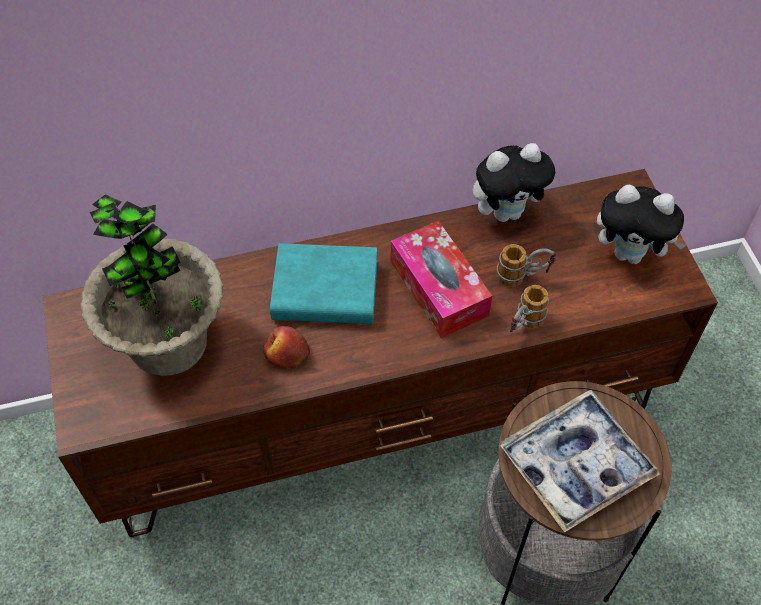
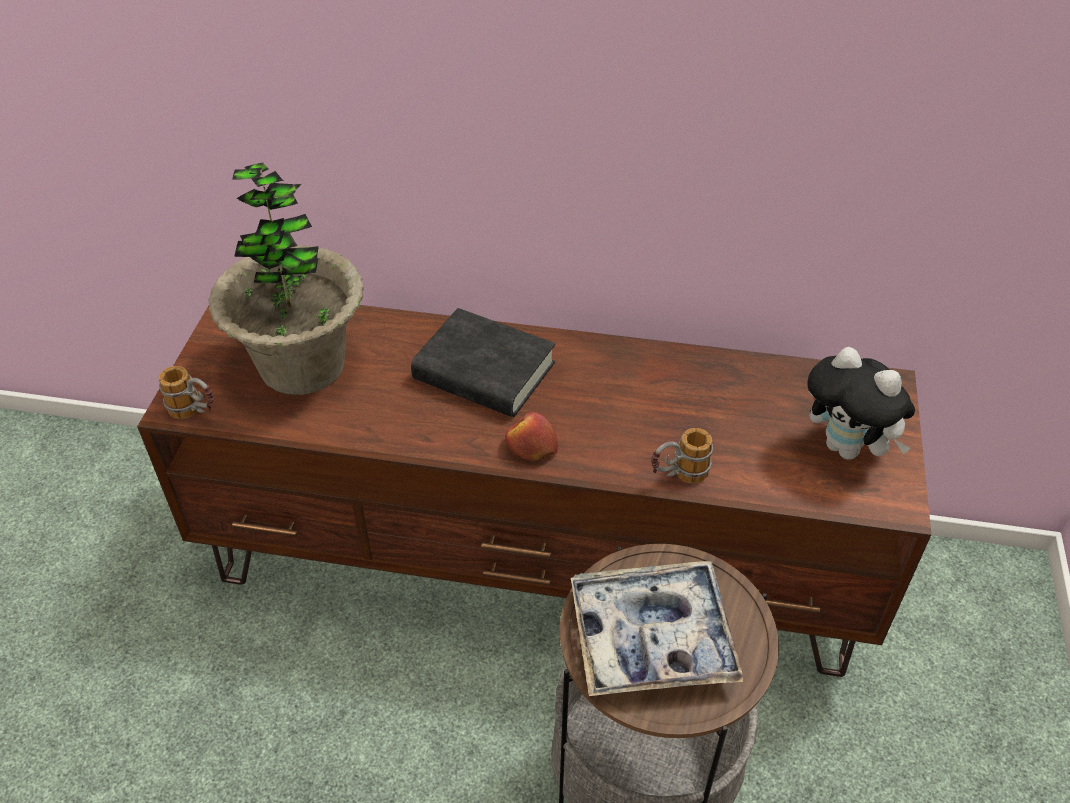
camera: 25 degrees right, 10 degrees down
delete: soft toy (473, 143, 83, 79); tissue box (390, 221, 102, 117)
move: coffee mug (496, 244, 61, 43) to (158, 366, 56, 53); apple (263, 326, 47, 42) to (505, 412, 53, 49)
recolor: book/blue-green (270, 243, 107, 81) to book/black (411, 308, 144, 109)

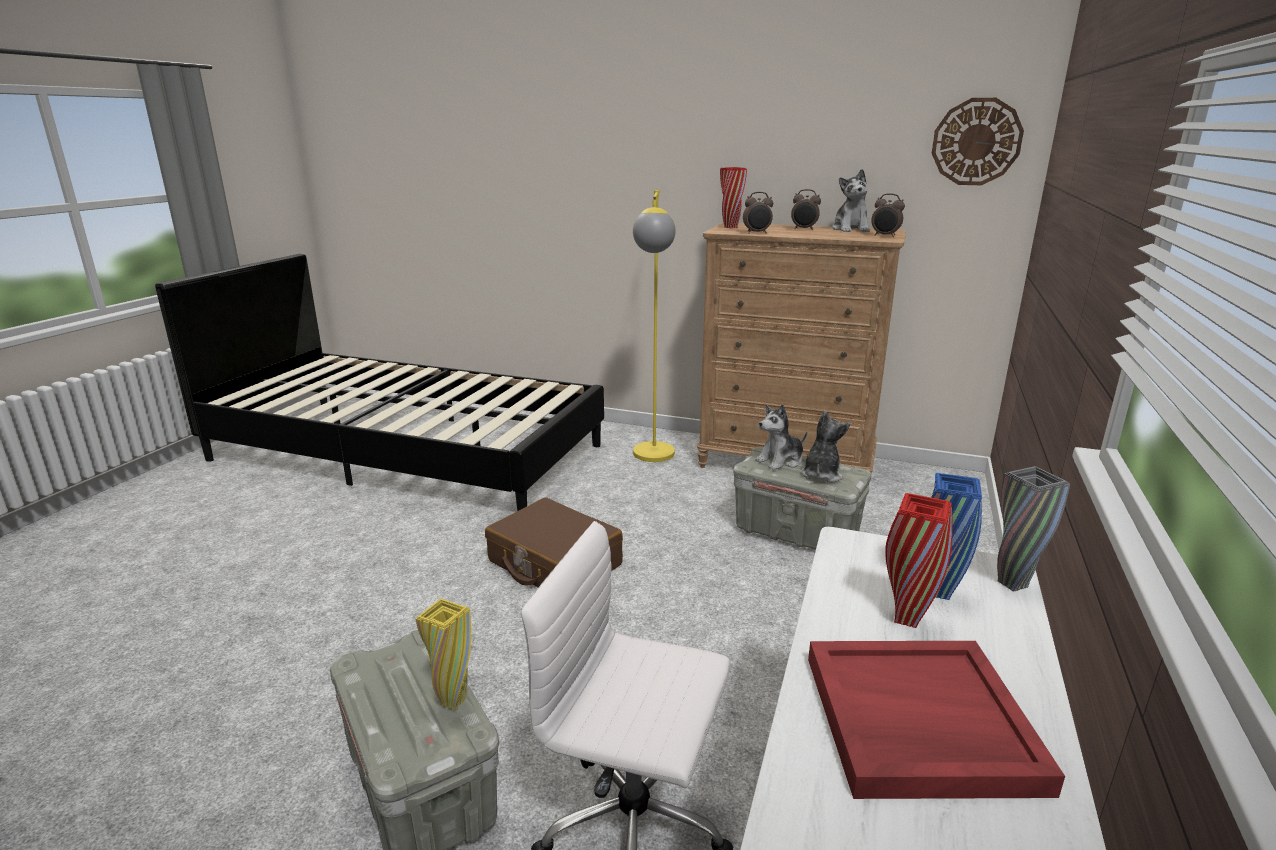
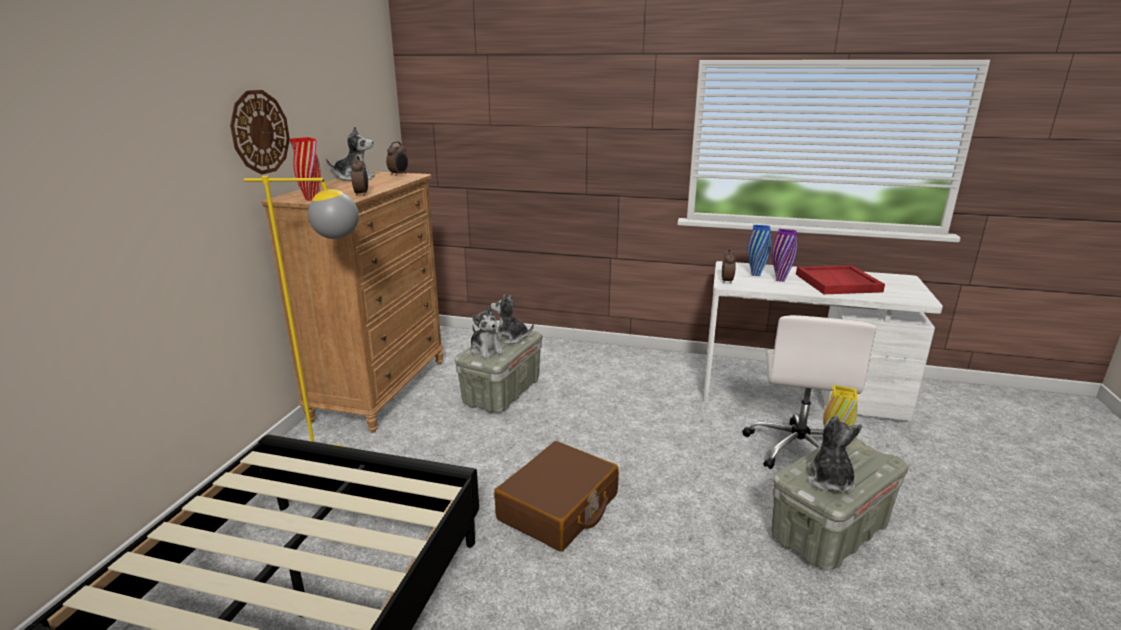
camera: 95 degrees left, 0 degrees up
delete: vase/greyish (997, 466, 73, 126)
insert: soft toy (807, 415, 55, 77)
move: clock on the wall (932, 98, 92, 87) to (230, 90, 60, 84); alarm clock (791, 189, 30, 41) to (722, 249, 14, 35)
recolor: vase/reddish (885, 493, 68, 135) to vase/purple (772, 229, 25, 53)

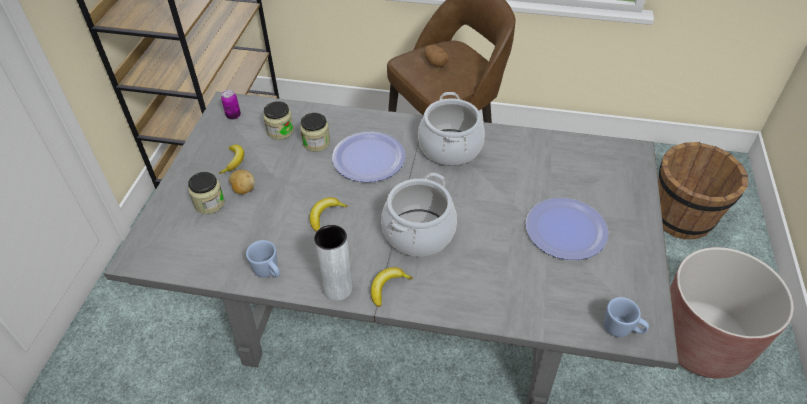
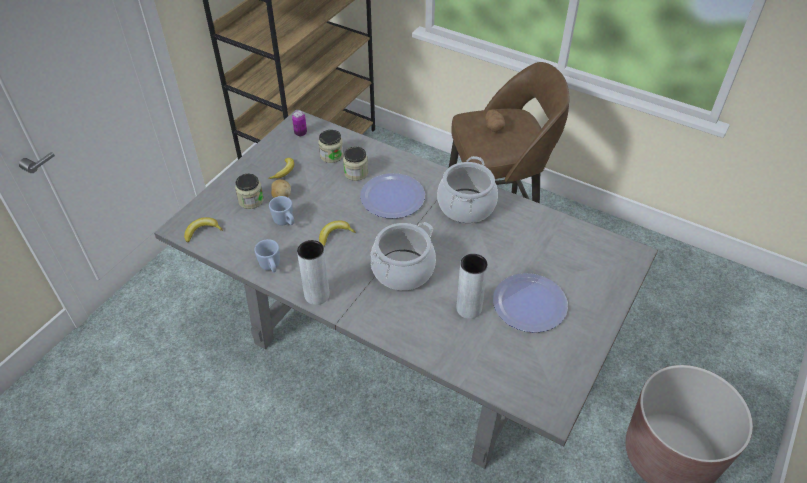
camera: 20 degrees right, 0 degrees up
delete: bucket/brown-coloured (658, 142, 90, 98)
insert: vase/greyish (456, 254, 32, 65)
move: whole banana (371, 267, 42, 40) to (184, 217, 39, 25); coffee mug/blue (604, 297, 45, 40) to (269, 196, 25, 29)

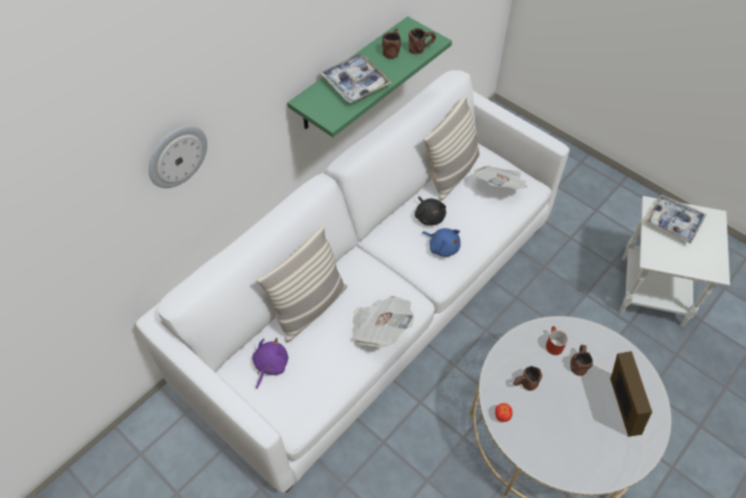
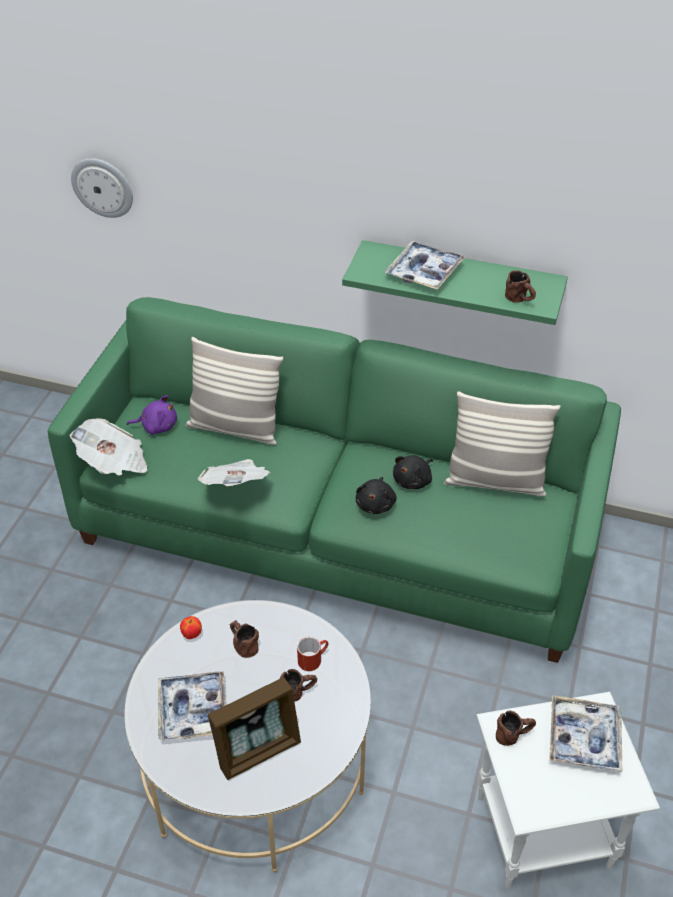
camera: 65 degrees right, 10 degrees down
insert: serving tray (158, 671, 68, 70)
move: coffee mug/brown-coloured (382, 28, 19, 31) to (496, 711, 40, 35); clock on the wall (149, 126, 58, 62) to (71, 159, 62, 59); printed paper (474, 165, 53, 25) to (69, 418, 79, 58)
recolor: sofa/white-coloured (136, 70, 434, 423) to sofa/green (48, 297, 573, 366); soft toy/blue (422, 228, 39, 29) to soft toy/black (356, 477, 41, 37)

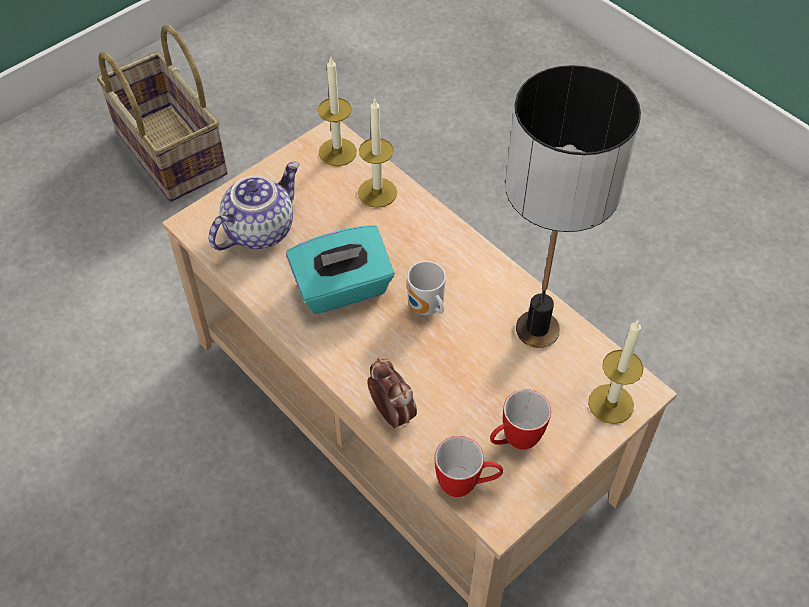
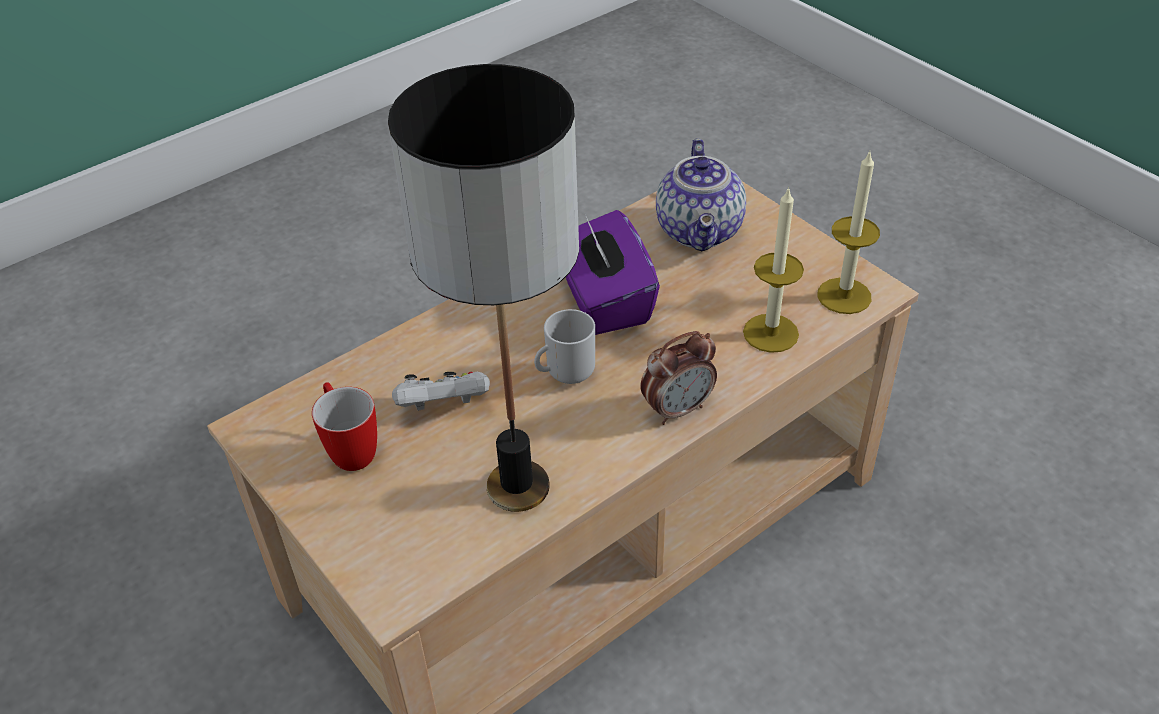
camera: 95 degrees right, 10 degrees down
delete: basket (97, 26, 131, 176); wax candle (588, 320, 56, 104); coffee mug (435, 436, 68, 61)
insert: joypad/white-coloured (392, 371, 98, 40)
move: alarm clock (367, 358, 50, 71) to (640, 331, 77, 94)
recolor: tissue box/blue-green (286, 225, 109, 89) to tissue box/purple (566, 210, 94, 125)
rotate: teapot (208, 162, 92, 88) = (656, 139, 90, 112) 45 degrees clockwise

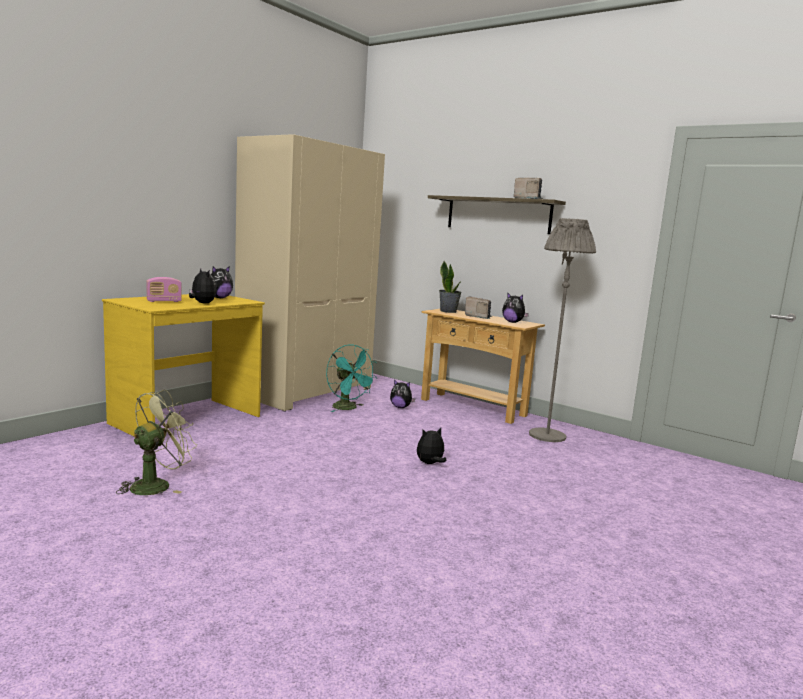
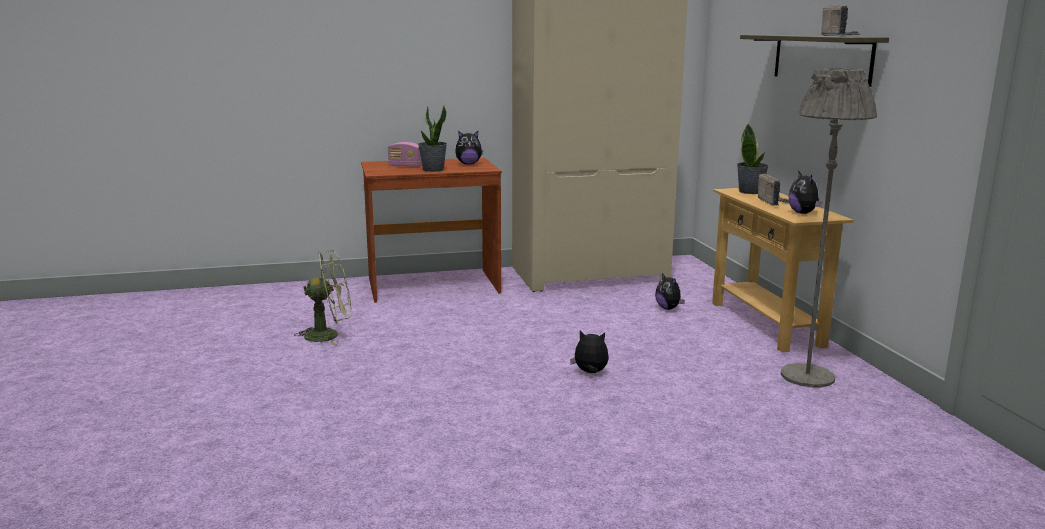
camera: 40 degrees right, 5 degrees up
delete: fan/blue-green (326, 344, 51, 68)
replace: soft toy (189, 268, 28, 36) to houseplant (418, 105, 29, 67)
recolor: desk unit/yellowish (102, 294, 163, 142) to desk unit/brown-coloured (361, 158, 141, 145)

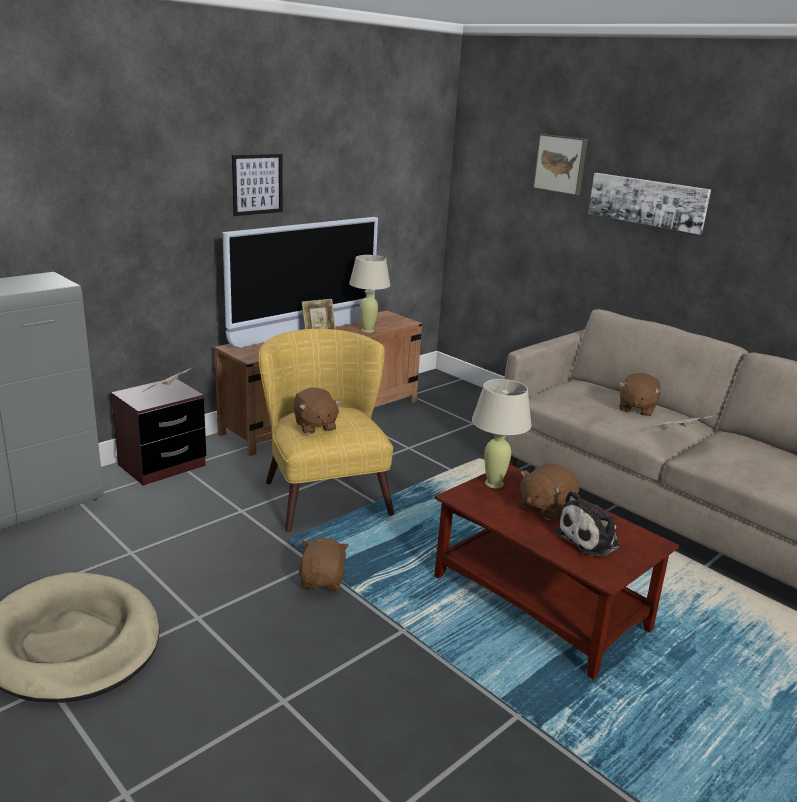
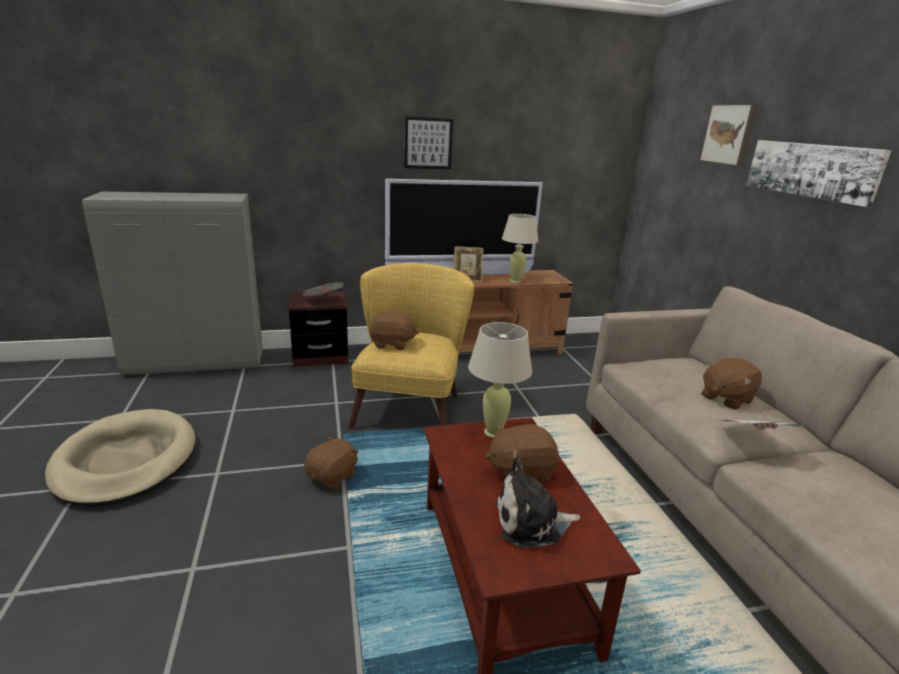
camera: 30 degrees right, 0 degrees up
rotate: soft toy/brown-coloured (293, 387, 48, 47) = (369, 312, 50, 38) 90 degrees counterclockwise

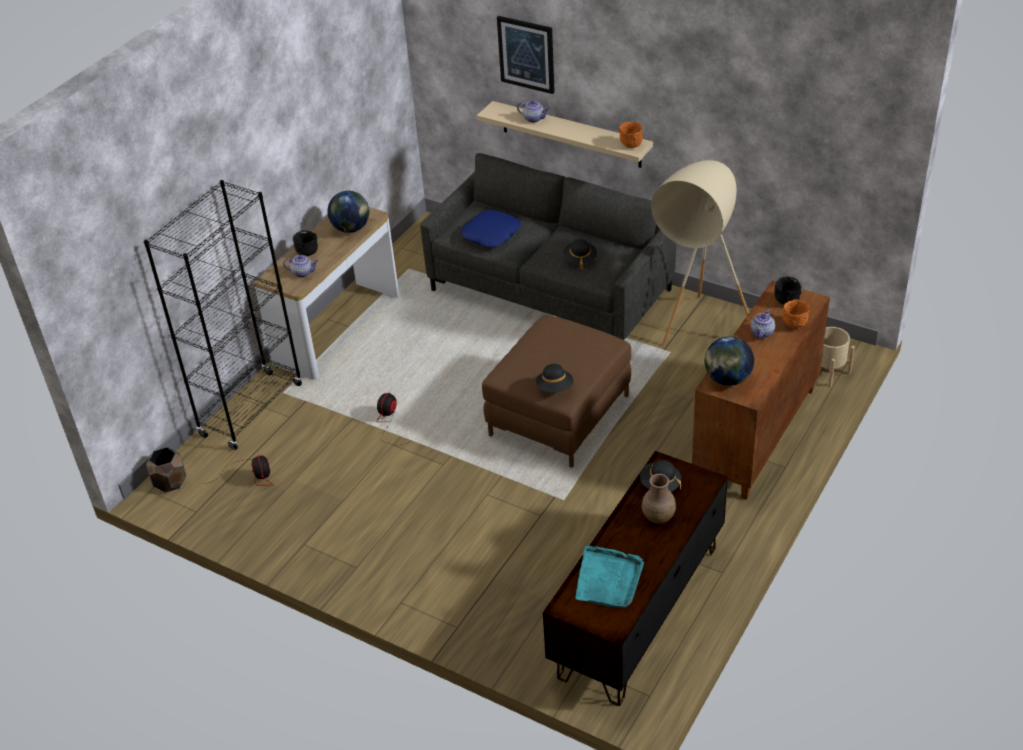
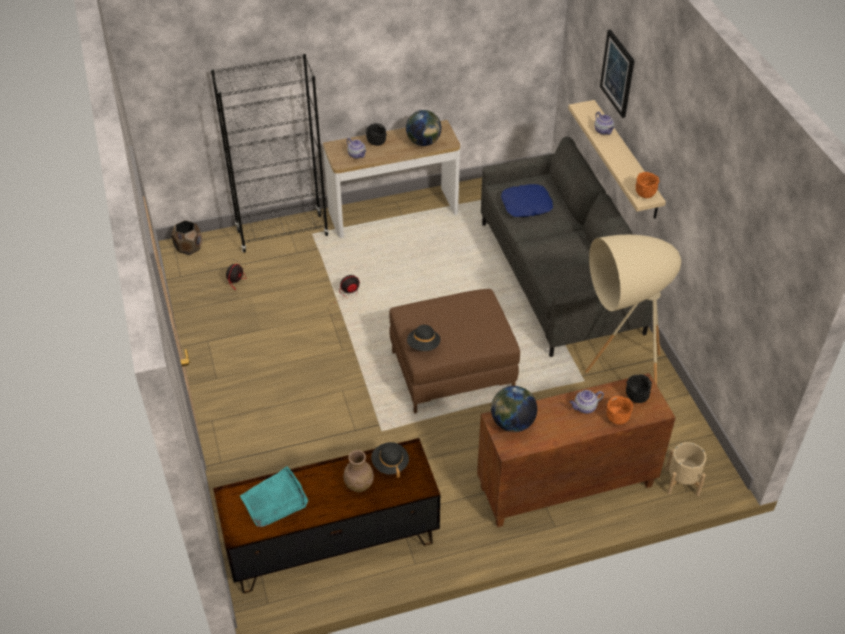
camera: 40 degrees right, 5 degrees up
delete: hat/black (563, 239, 34, 31)

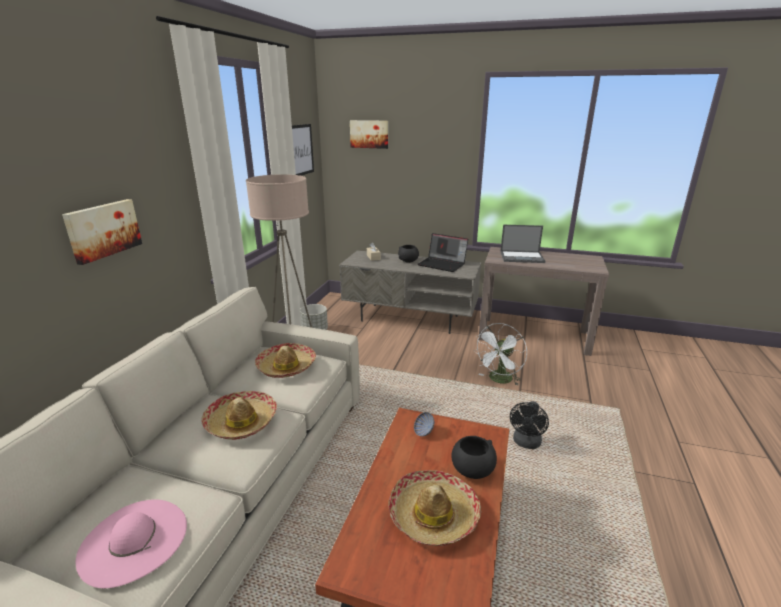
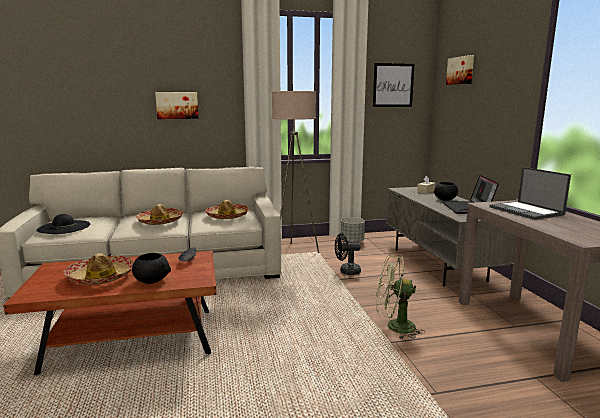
camera: 60 degrees right, 10 degrees down
move: fan/black (510, 401, 39, 48) to (335, 233, 26, 42)
recolor: fan/white-coloured (474, 323, 53, 63) to fan/green (376, 255, 49, 84); hat/pink (75, 500, 112, 88) to hat/black (36, 214, 54, 20)

